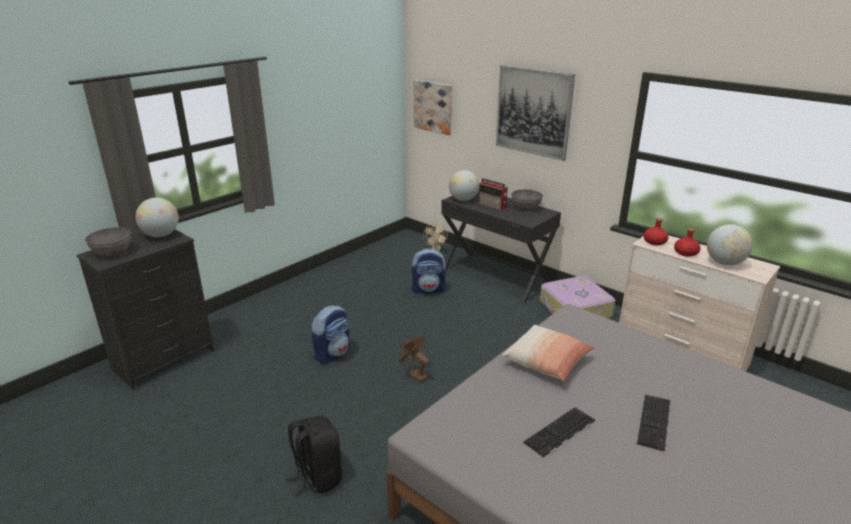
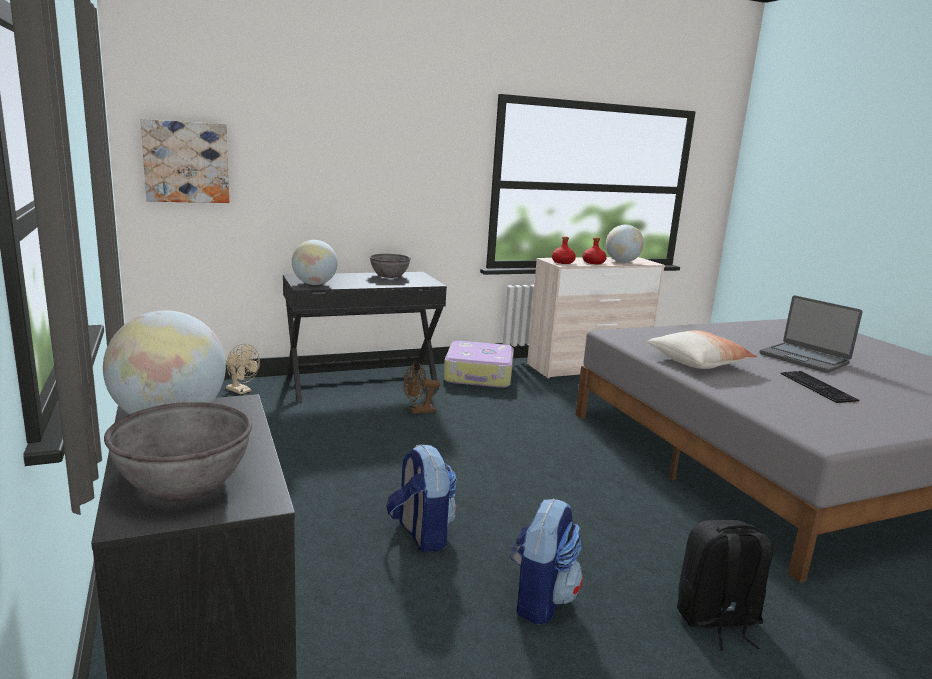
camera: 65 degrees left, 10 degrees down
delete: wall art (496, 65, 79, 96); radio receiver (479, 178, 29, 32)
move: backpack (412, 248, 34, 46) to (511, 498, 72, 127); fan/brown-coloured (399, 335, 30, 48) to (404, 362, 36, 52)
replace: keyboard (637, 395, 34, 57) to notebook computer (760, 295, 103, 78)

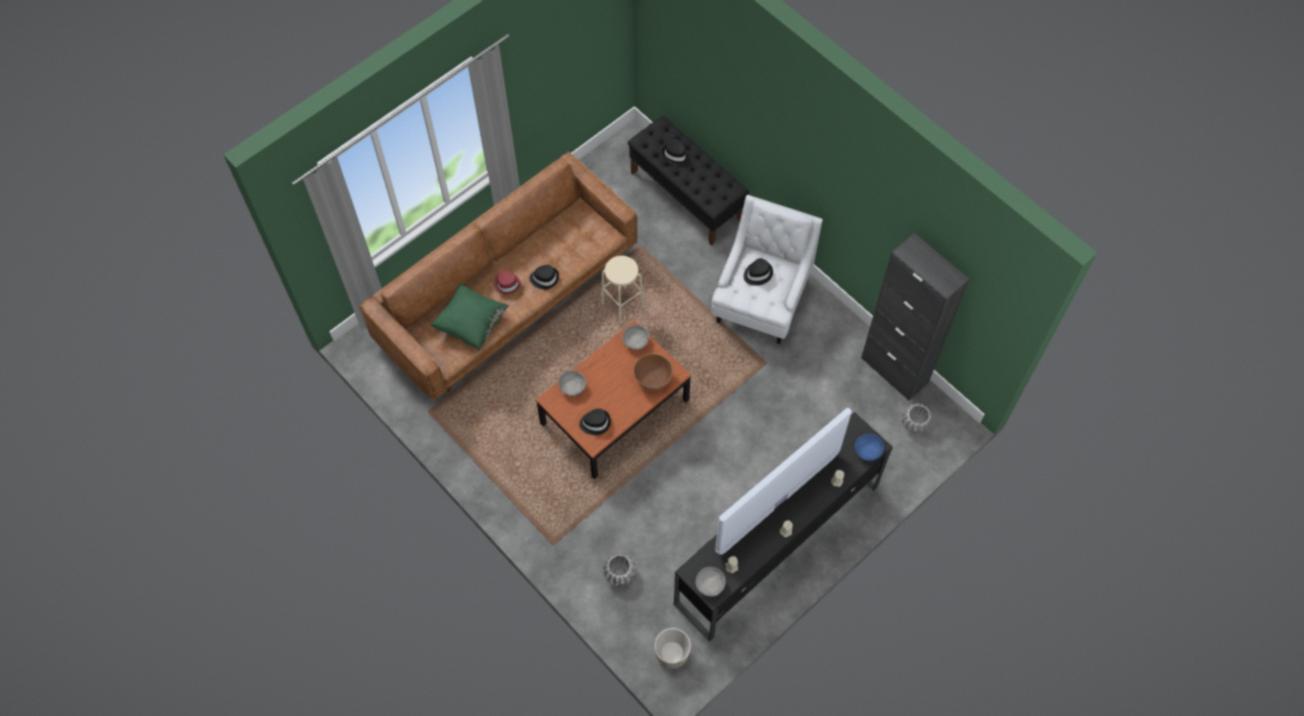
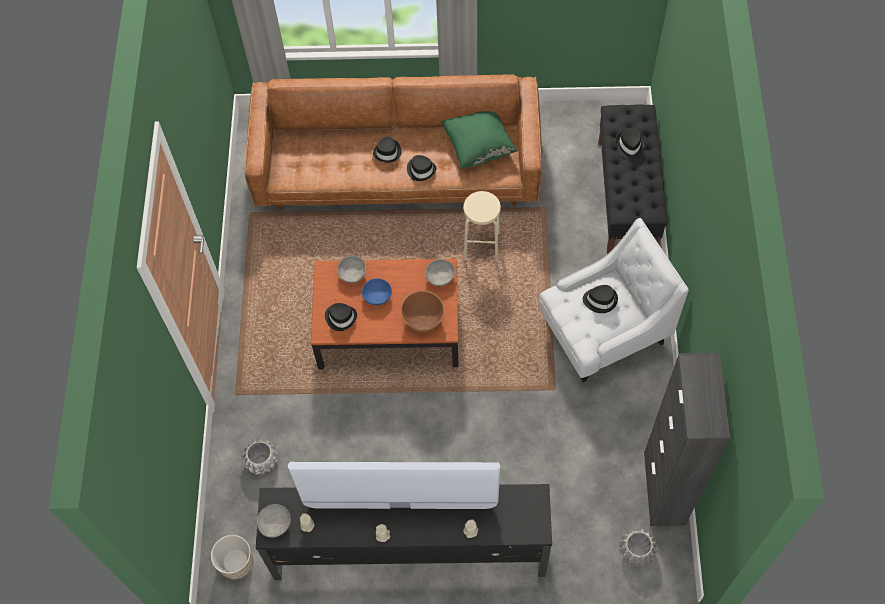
camera: 45 degrees right, 0 degrees up
move: cushion/green (430, 283, 79, 68) to (441, 111, 77, 58); deep dish/blue (855, 434, 29, 27) to (362, 278, 30, 27)
recolor: hat/reddish (494, 270, 27, 25) to hat/black (373, 136, 28, 27)

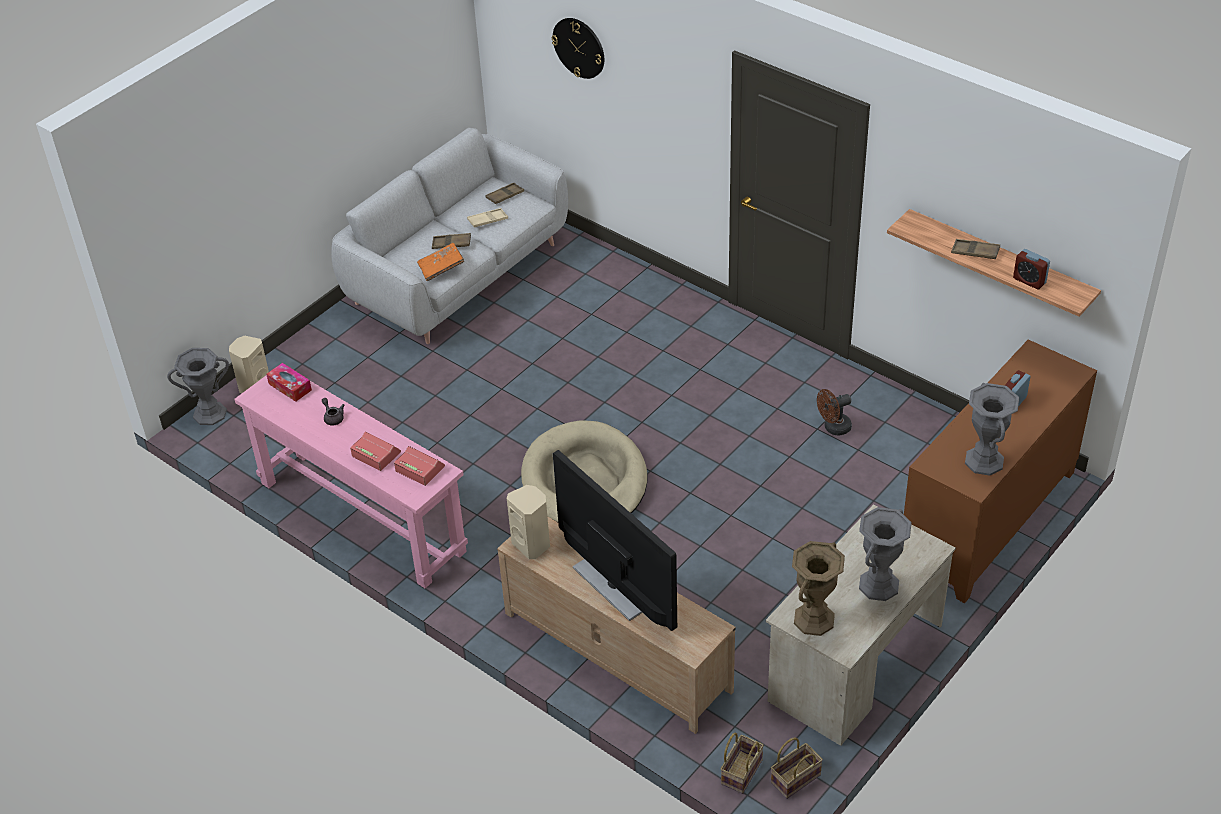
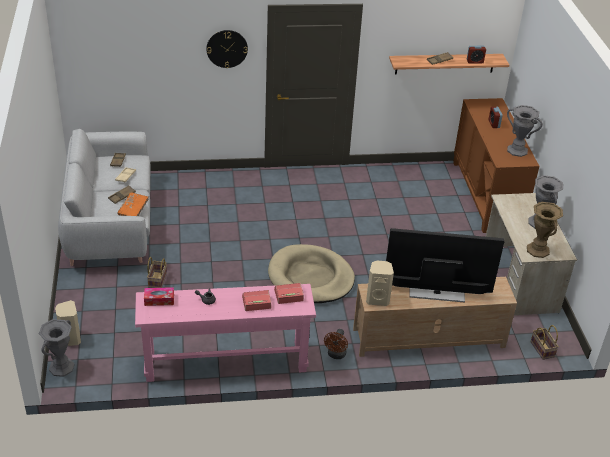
camera: 50 degrees left, 5 degrees down
move: clock on the wall (552, 18, 52, 61) to (206, 30, 42, 38); fan/brown-coloured (817, 389, 35, 46) to (324, 329, 24, 30); basket (771, 737, 52, 62) to (147, 257, 20, 31)

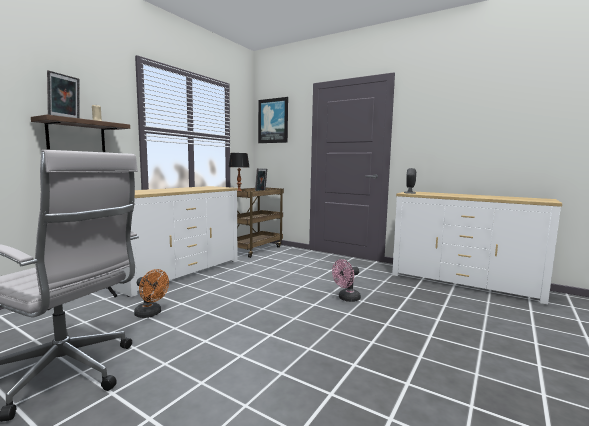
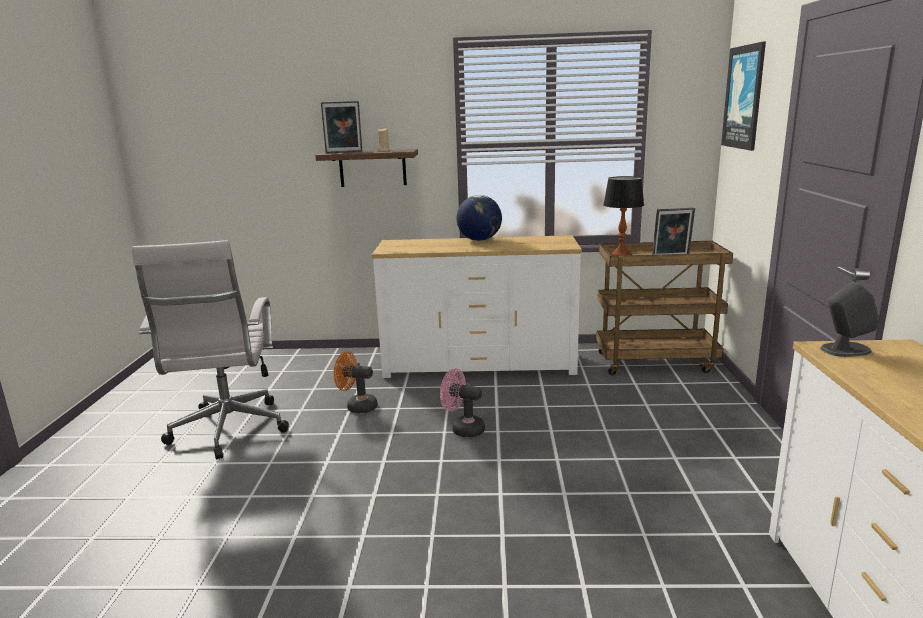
camera: 60 degrees right, 10 degrees up
insert: desk globe (457, 195, 45, 46)
move: fan/pink (332, 259, 29, 43) to (440, 368, 45, 69)
rotate: fan/orange-coloured (134, 269, 35, 49) = (334, 351, 44, 62) 105 degrees clockwise

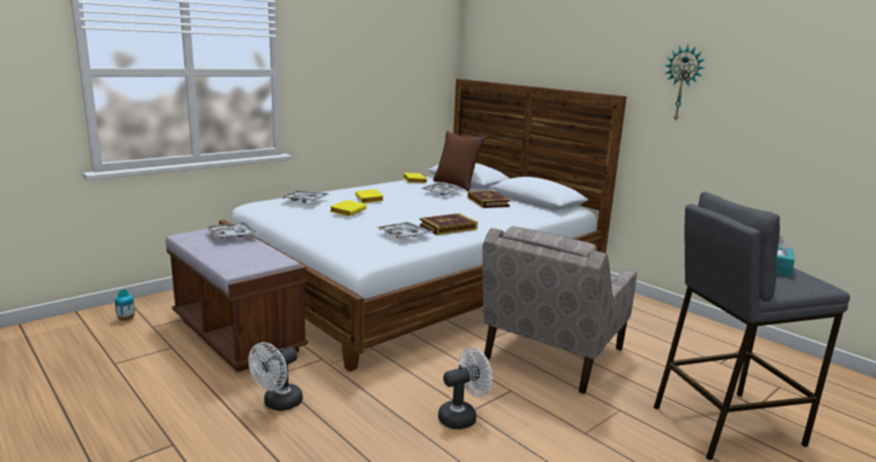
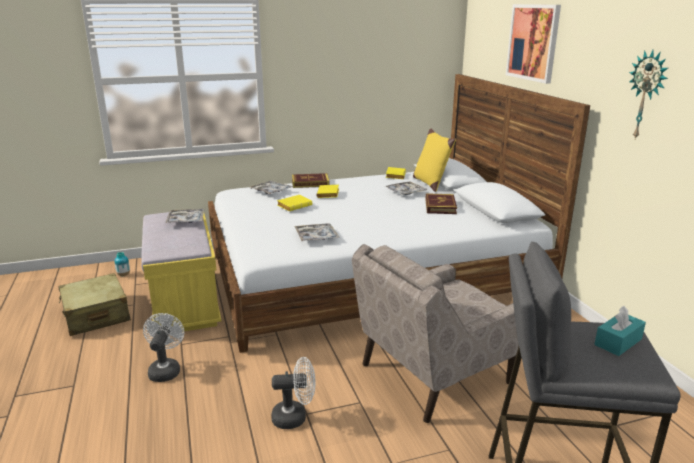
camera: 25 degrees right, 5 degrees up
insert: wall art (506, 4, 55, 80); suitcase/sand-coloured (58, 273, 73, 63)
move: book (420, 213, 58, 22) to (292, 173, 37, 15)
recolor: cushion/brown-coloured (433, 130, 52, 61) to cushion/yellowish (413, 128, 43, 64); bench/brown-coloured (166, 228, 142, 144) to bench/yellowish (141, 210, 80, 121)
rotate: fan/white-coloured (248, 342, 55, 69) = (143, 313, 41, 69) 120 degrees clockwise

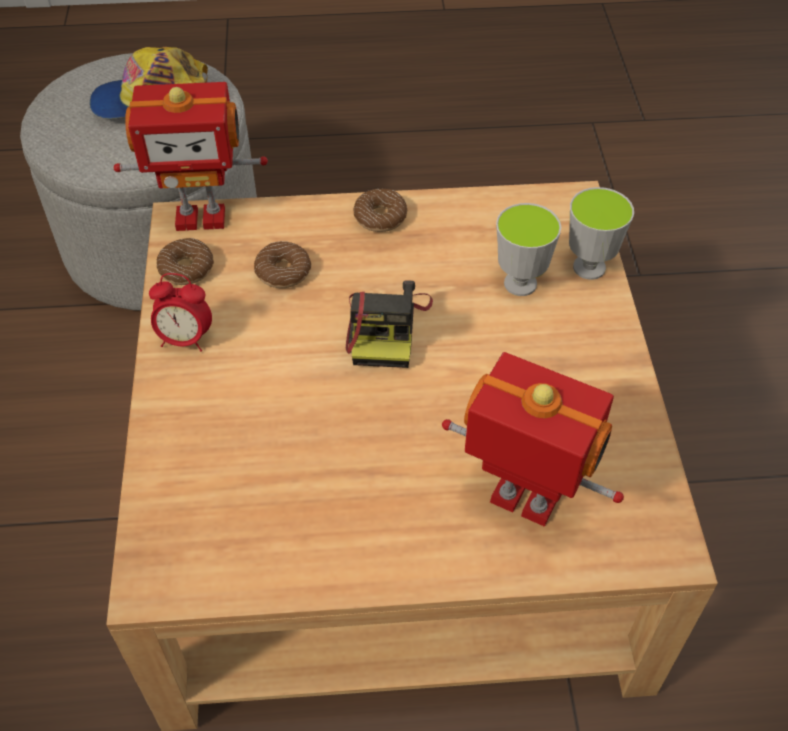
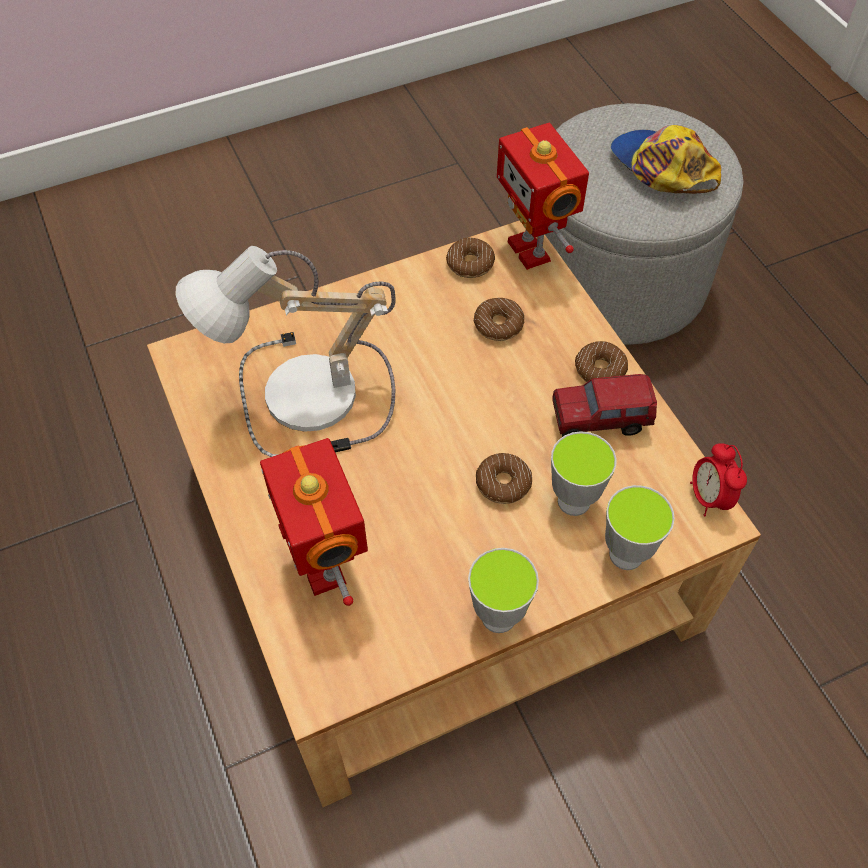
camera: 70 degrees right, 5 degrees up
delete: still camera (346, 280, 87, 88)
insert: tabletop lamp (176, 246, 220, 211); toy lorry (552, 374, 105, 63); doughnut (476, 453, 56, 51); small cup (468, 548, 71, 85)
move: alarm clock (149, 273, 63, 79) to (690, 443, 57, 73)
rotate: robot figure (442, 352, 182, 175) = (260, 438, 108, 168) 150 degrees clockwise

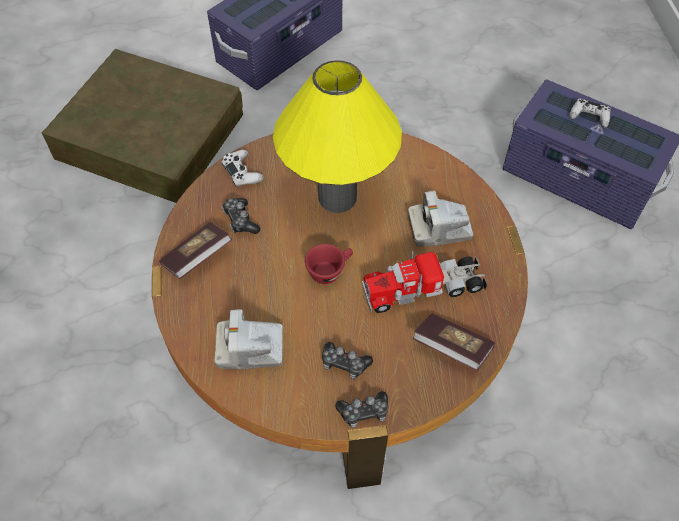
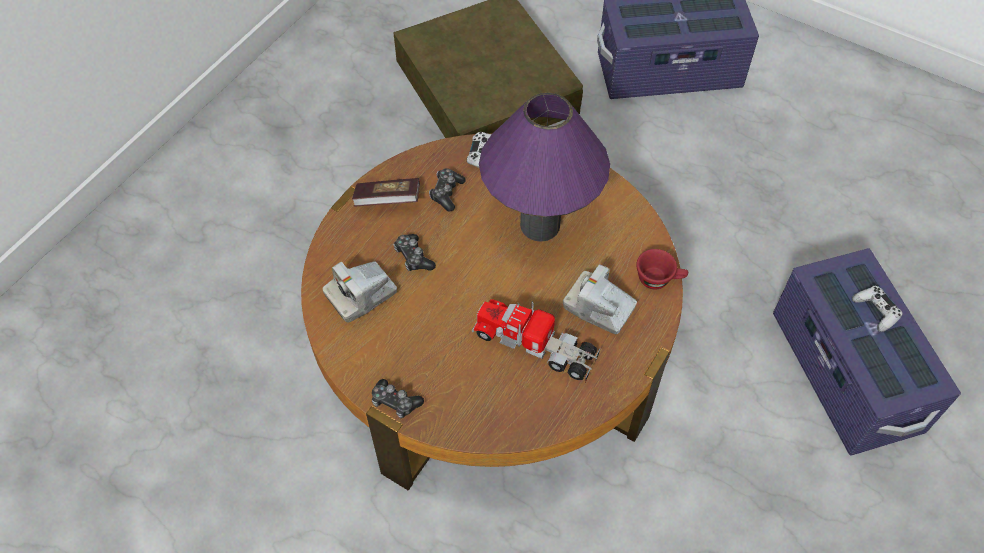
camera: 40 degrees right, 0 degrees up
delete: book (413, 314, 82, 57)
move: small cup/reddish (305, 244, 48, 40) to (636, 249, 52, 41); joypad (322, 342, 51, 37) to (393, 234, 43, 37)
recolor: tabletop lamp/yellowish (273, 60, 129, 153) to tabletop lamp/purple (479, 93, 131, 149)
rotate: still camera (214, 309, 69, 61) = (322, 262, 75, 61) 75 degrees counterclockwise

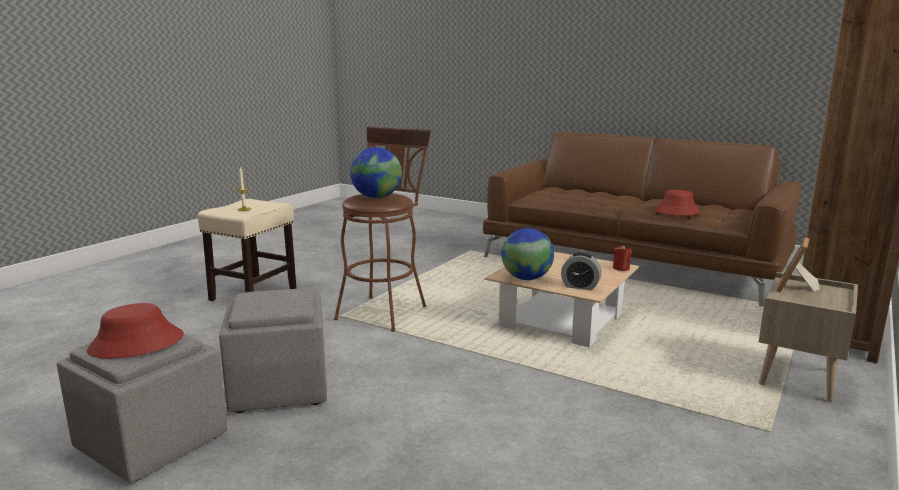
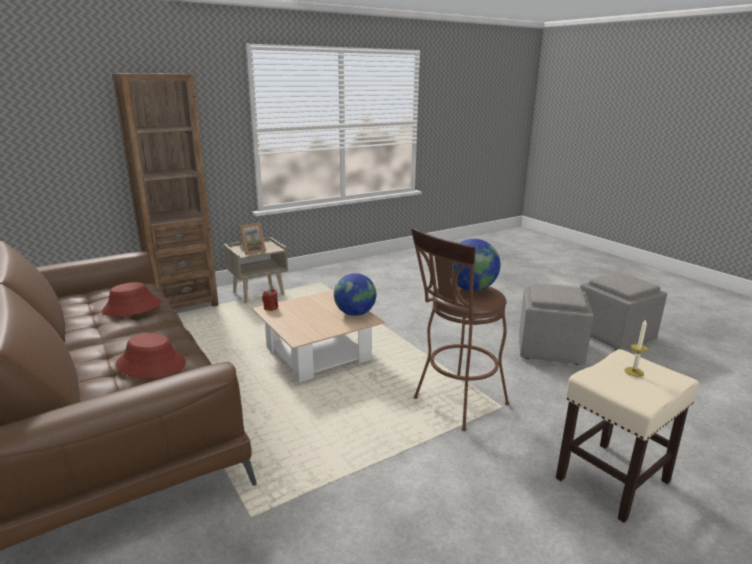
camera: 155 degrees left, 5 degrees up
delete: alarm clock (561, 252, 41, 38)
move: hat/reddish (87, 303, 97, 56) to (115, 333, 71, 45)

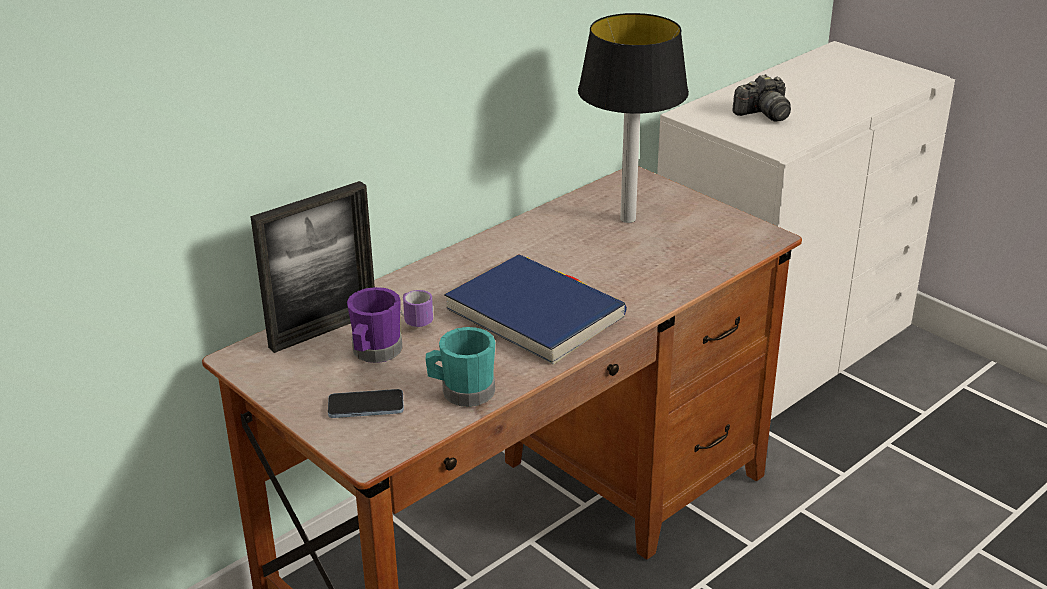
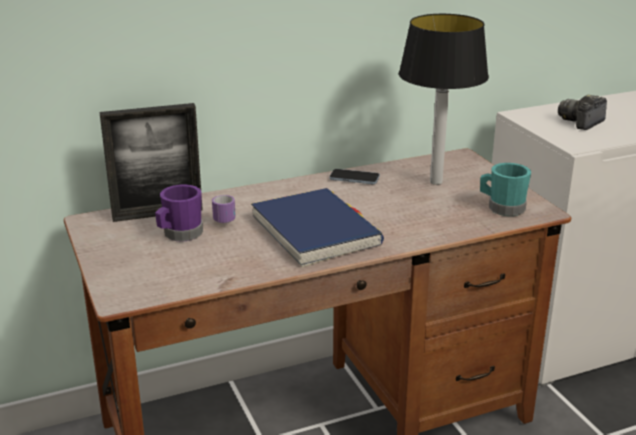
camera: 20 degrees right, 5 degrees down
move: coffee mug/blue-green (426, 327, 69, 80) to (480, 163, 51, 53); phone (328, 389, 76, 29) to (329, 169, 51, 15)
rotate: still camera (732, 74, 59, 47) = (558, 95, 49, 35) 135 degrees clockwise

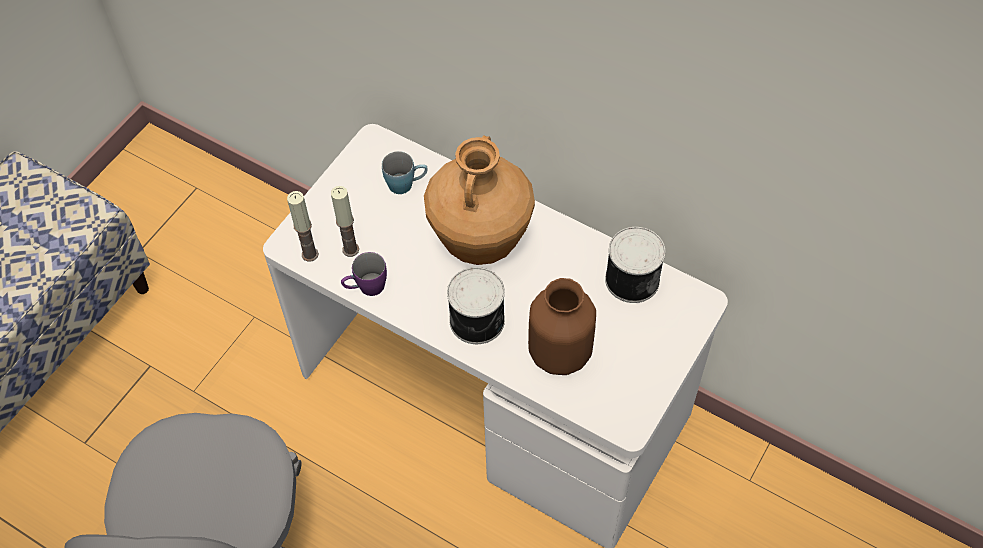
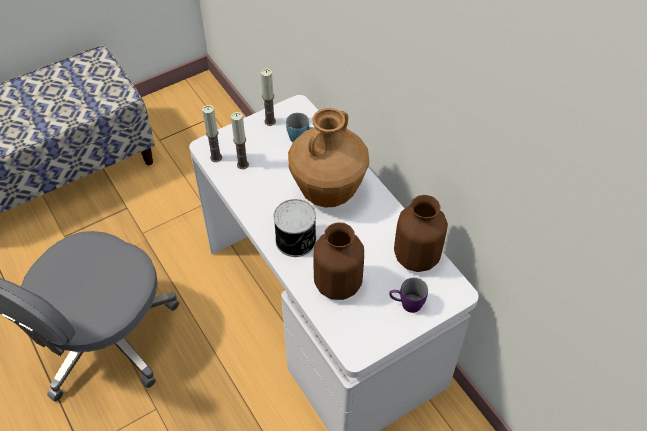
camera: 25 degrees right, 5 degrees down
insert: wax candle (261, 68, 15, 58)
move: coffee mug/purple (341, 252, 46, 44) to (389, 278, 39, 35)
replace: sealed can (605, 227, 60, 76) to vase/brown-coloured (394, 195, 54, 77)

